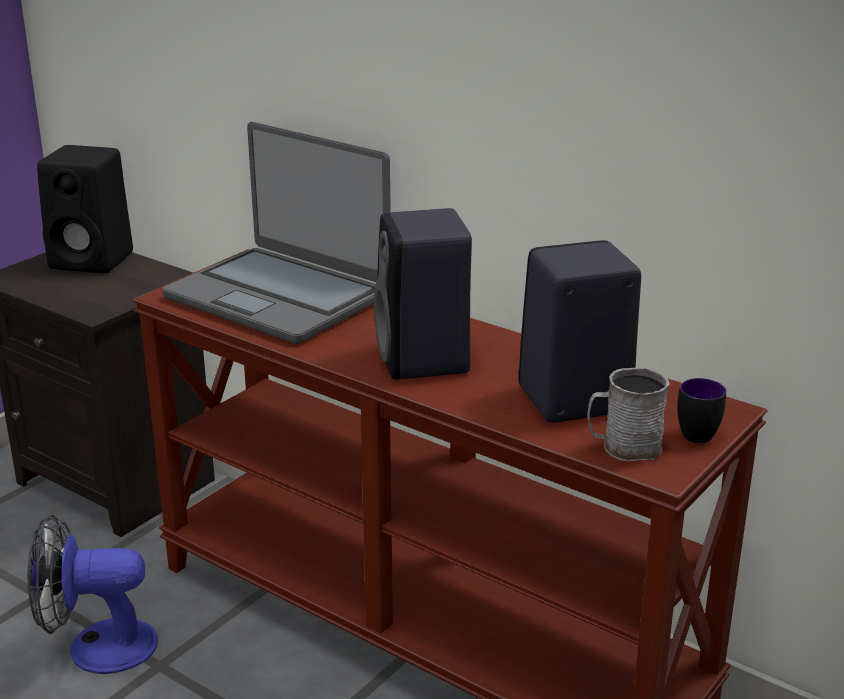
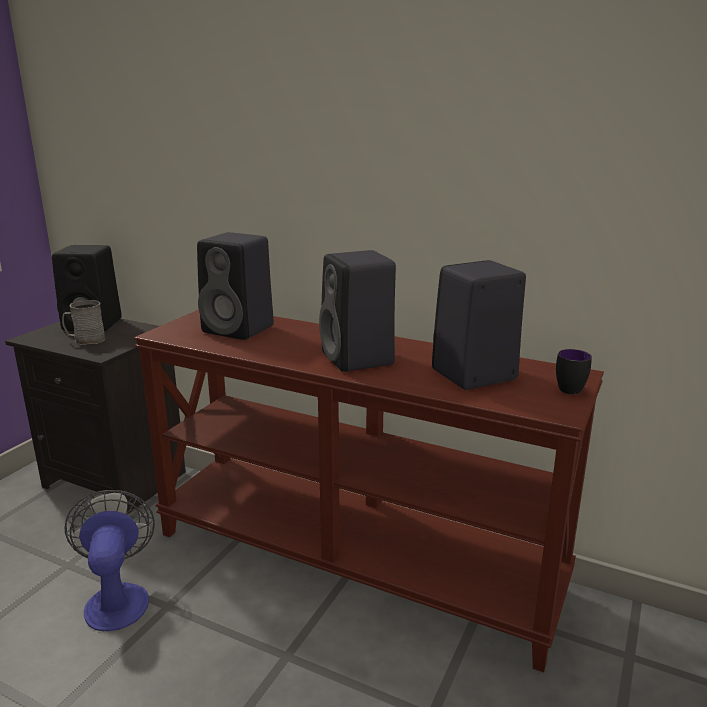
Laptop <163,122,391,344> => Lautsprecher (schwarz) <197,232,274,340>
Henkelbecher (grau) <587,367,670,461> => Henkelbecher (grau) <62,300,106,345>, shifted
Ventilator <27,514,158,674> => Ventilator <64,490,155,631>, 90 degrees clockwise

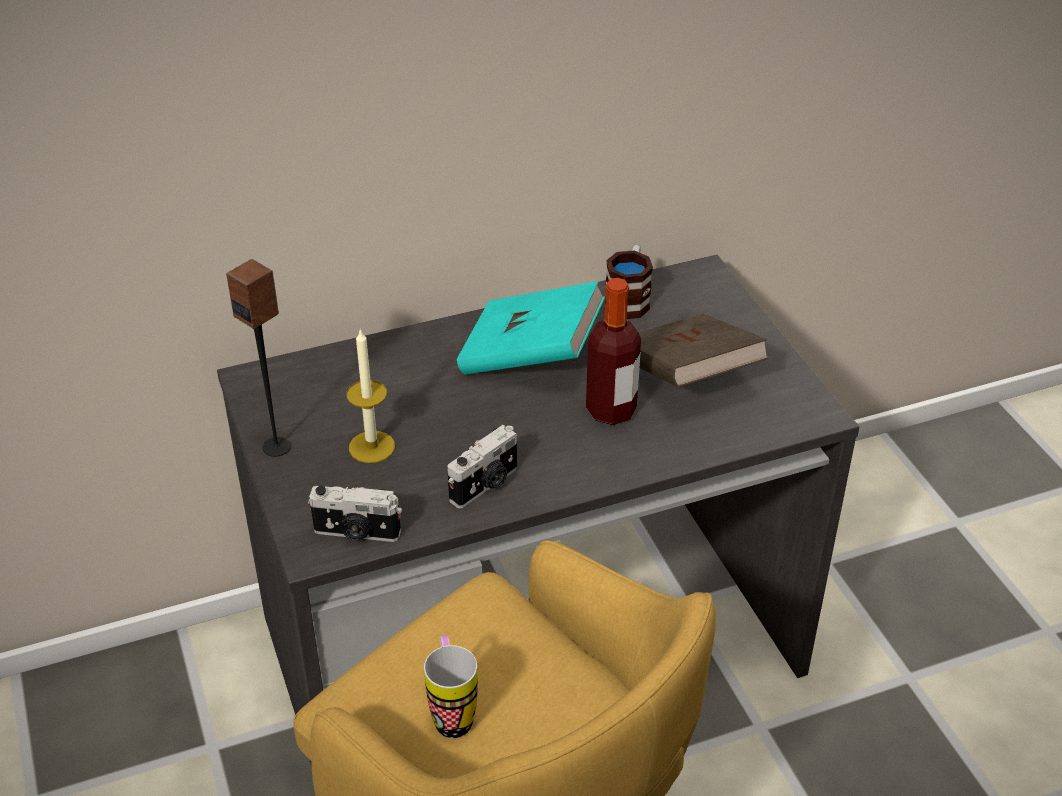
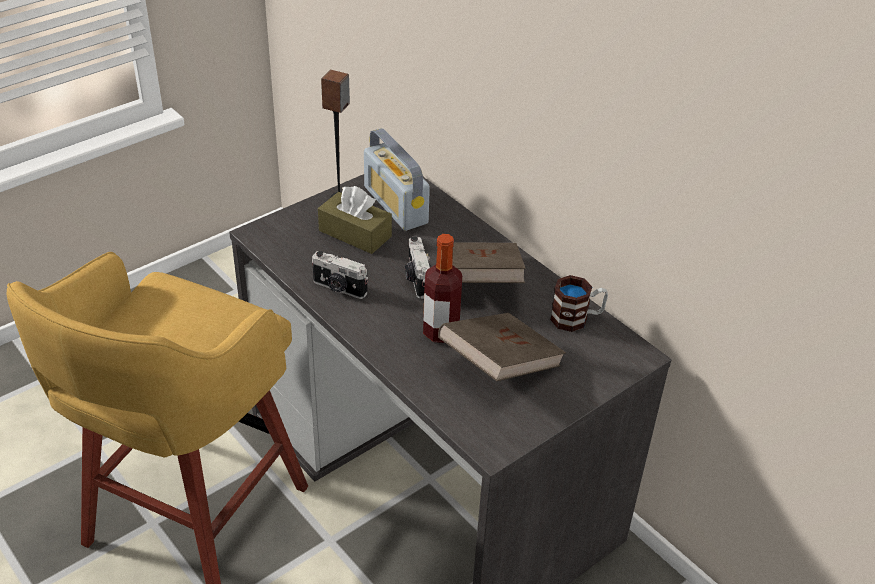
Buch (türkis) <457,281,605,375> => Buch (braun) <452,242,526,283>
Kerze <346,329,395,463> => Taschentuchbox (braun) <318,186,392,254>
Kamera <308,486,402,542> => Kamera <405,236,431,299>, shifted
Henkelbecher <424,635,478,738> => nothing
nothing => Radio <364,128,430,231>

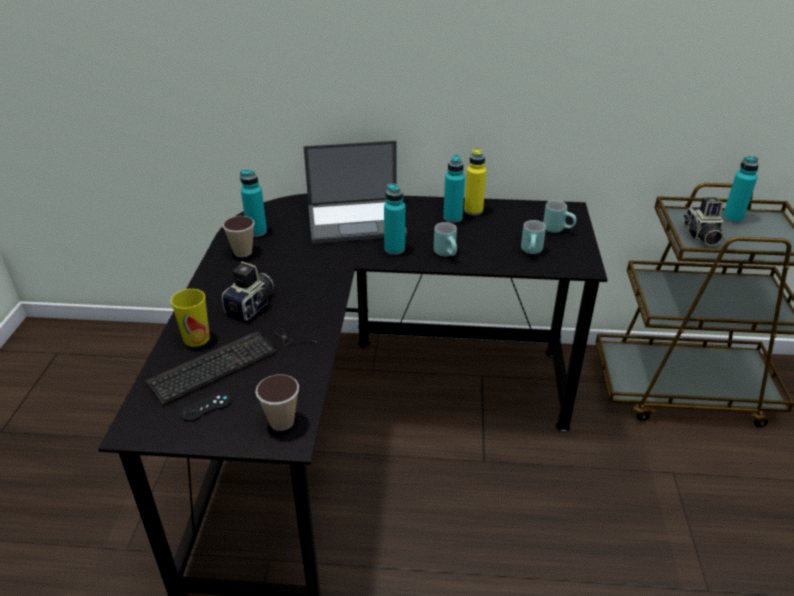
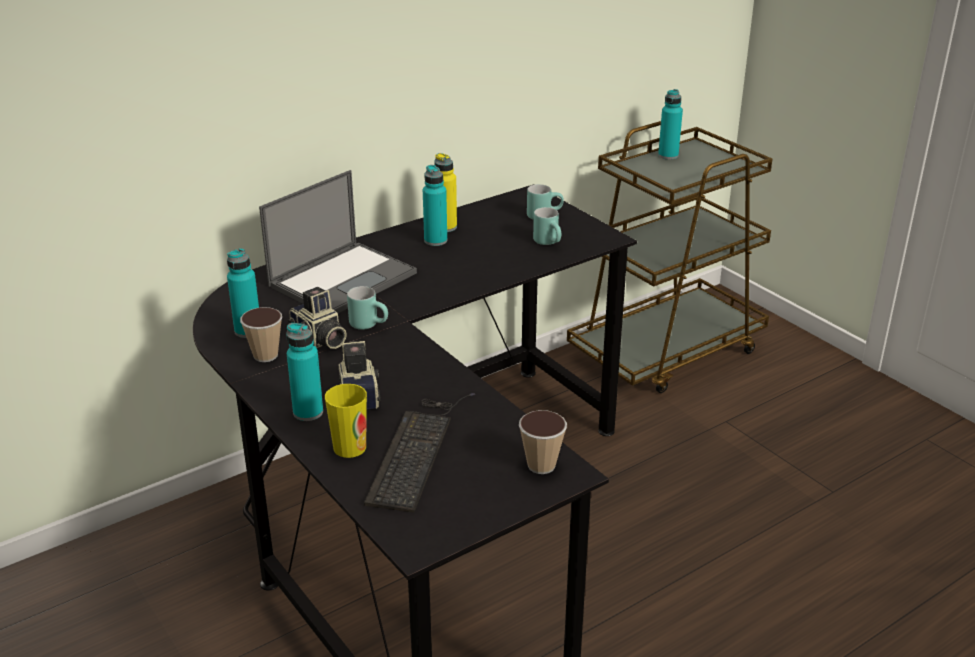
Flasche (türkis) <384,183,405,255> => Flasche (türkis) <286,323,323,421>, shifted
Kamera <684,197,724,246> => Kamera <288,287,347,349>, shifted
Henkelbecher (türkis) <434,222,457,257> => Henkelbecher (türkis) <347,286,388,330>, shifted
Gamepad (schwarz) <180,392,231,421> => nothing

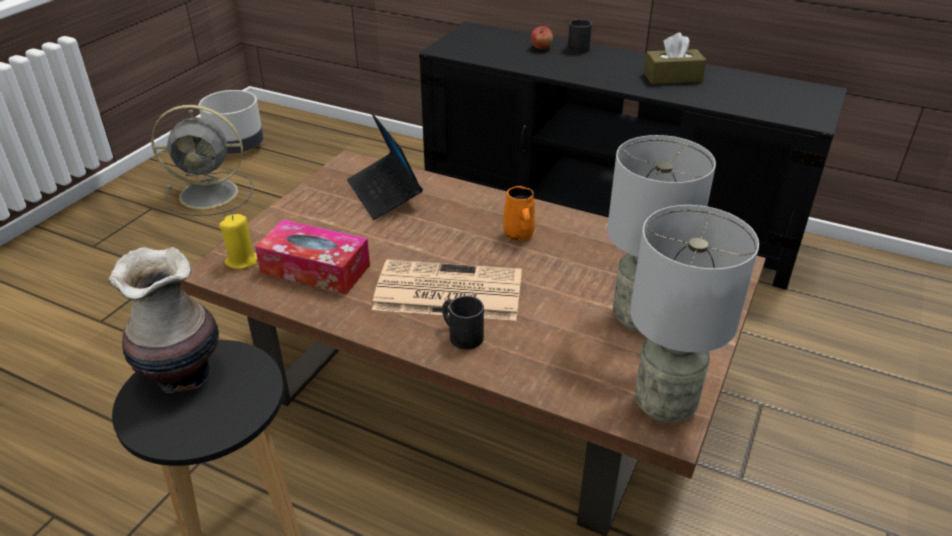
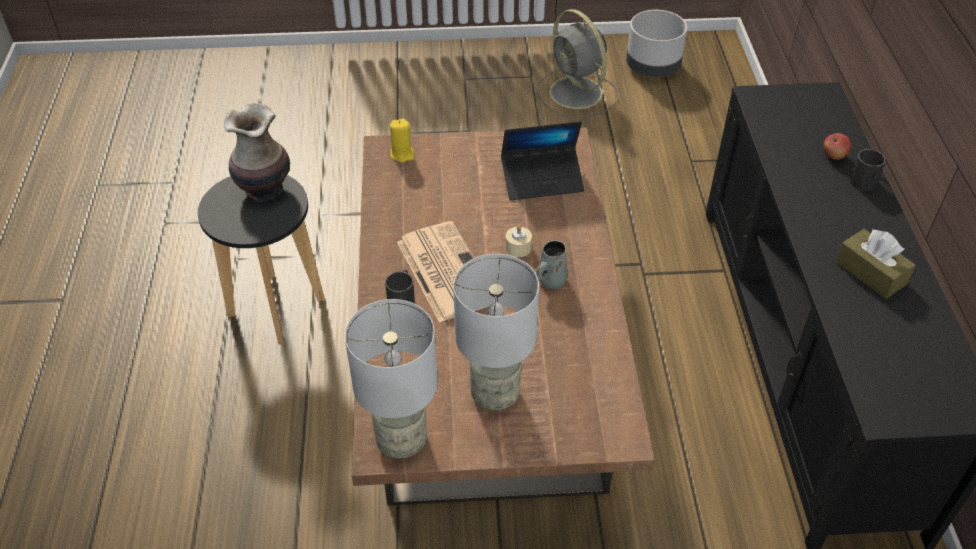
Laptop <347,112,423,220> => Laptop <501,121,584,200>, 135 degrees counterclockwise
Henkelbecher (orange) <503,186,535,241> => Henkelbecher (grau) <536,240,567,289>
Taschentuchbox <255,220,370,295> => nothing
nothing => Kerze (beige) <505,225,532,257>

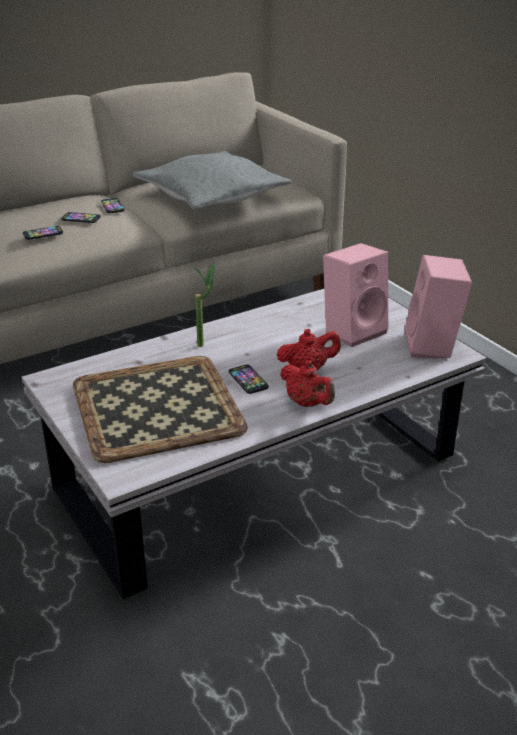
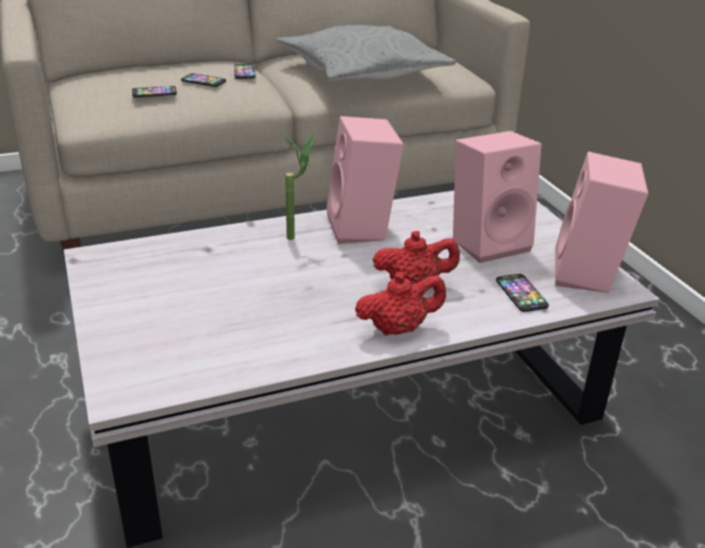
Tablett <73,356,248,463> => nothing
Teekanne (rot) <280,360,335,407> => Teekanne (rot) <355,272,446,336>, 75 degrees counterclockwise
Handy <229,365,269,394> => Handy <496,274,549,312>, shifted
nothing => Lautsprecher (rosa) <326,116,404,244>

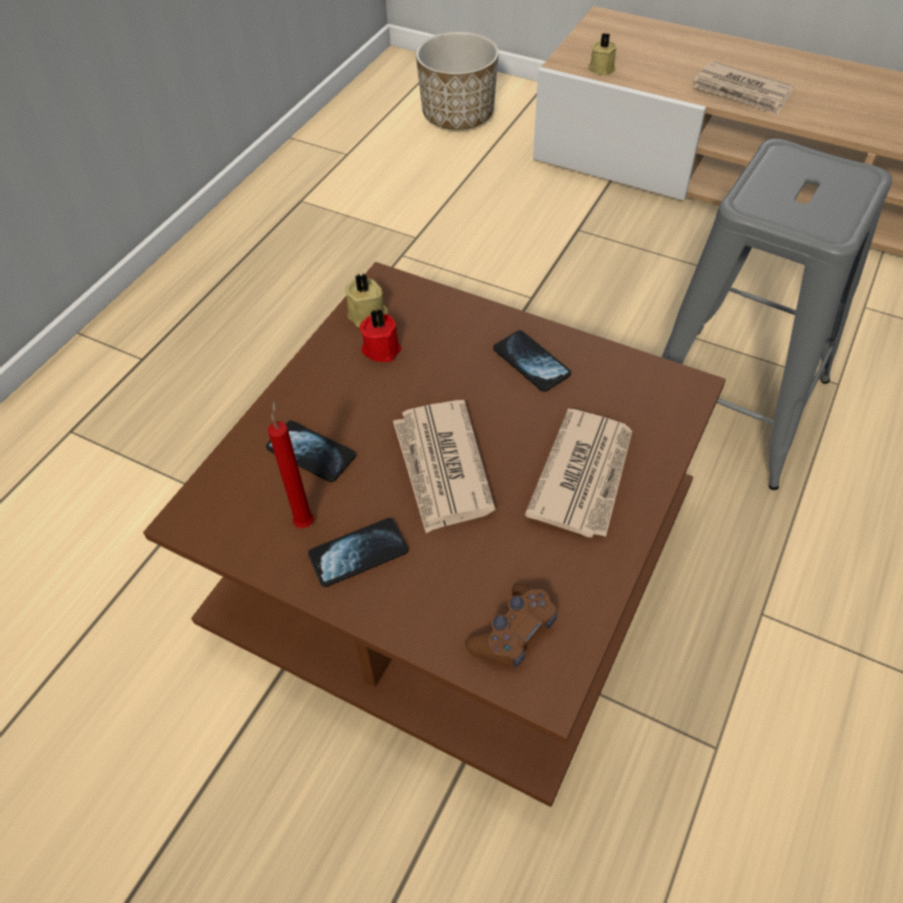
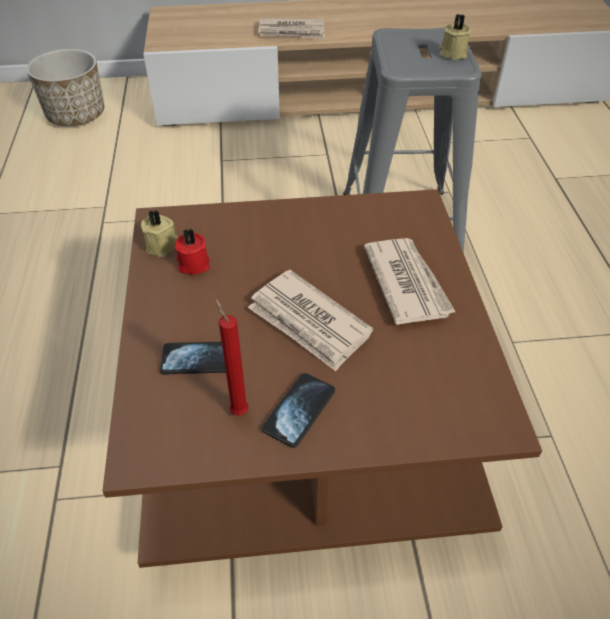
Kerze (beige) <588,33,616,76> => Kerze (beige) <439,14,471,59>, shifted
Handy <493,330,571,392> => nothing
Gamepad (braun) <465,583,557,667> => nothing

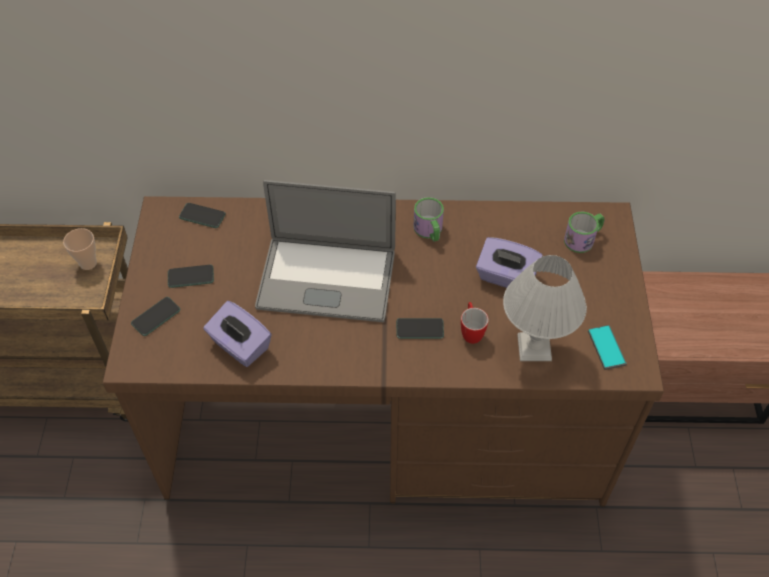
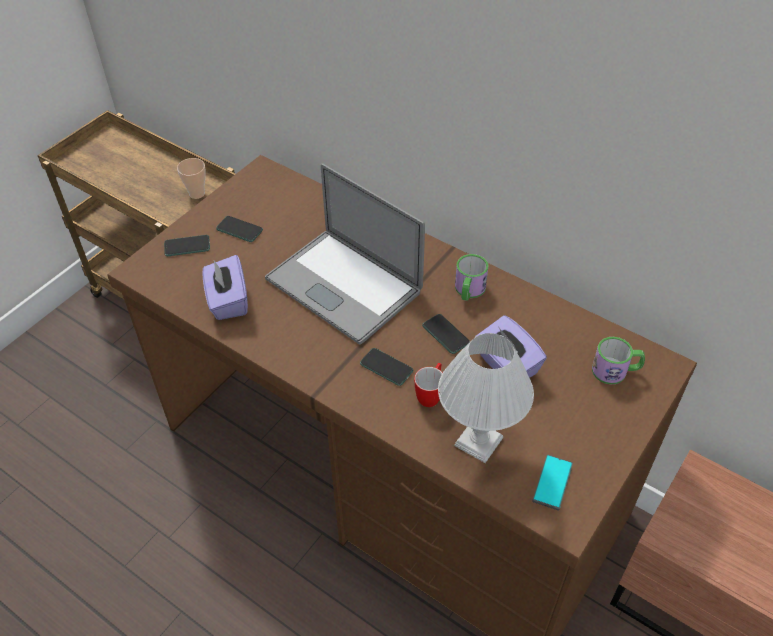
Handy <179,203,226,228> => Handy <422,314,470,354>, shifted

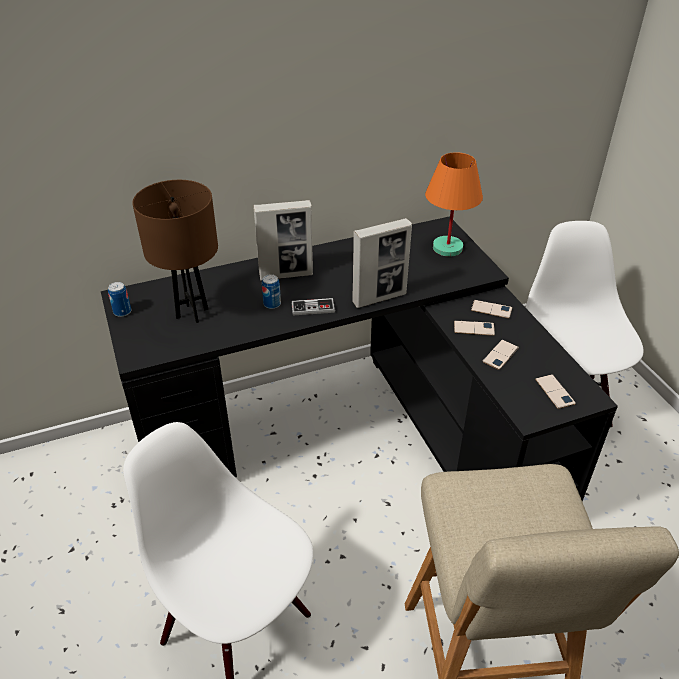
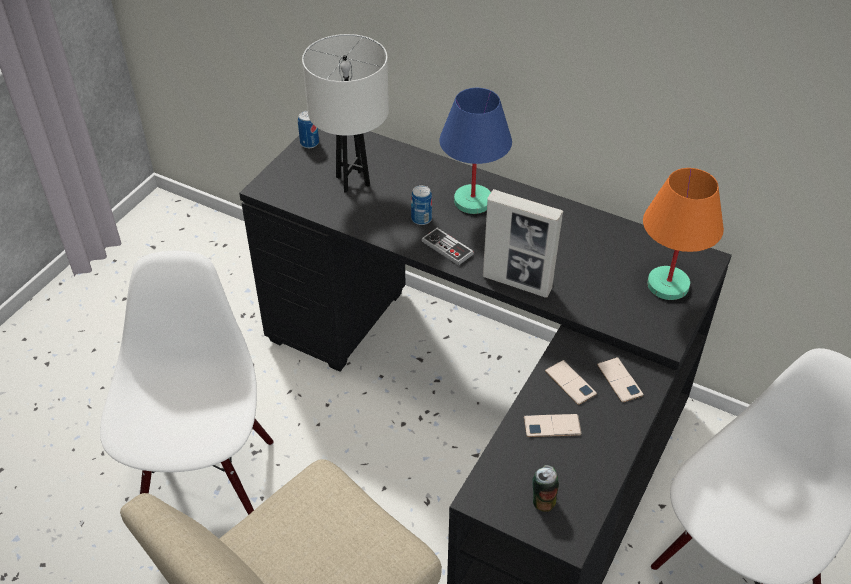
Tischlampe (braun) <132,180,218,323> => Tischlampe (weiß) <302,34,389,193>
Bilderrahmen <253,200,313,281> => Tischlampe (blau) <439,88,512,214>
Handy <535,374,576,409> => Dose <532,465,559,512>

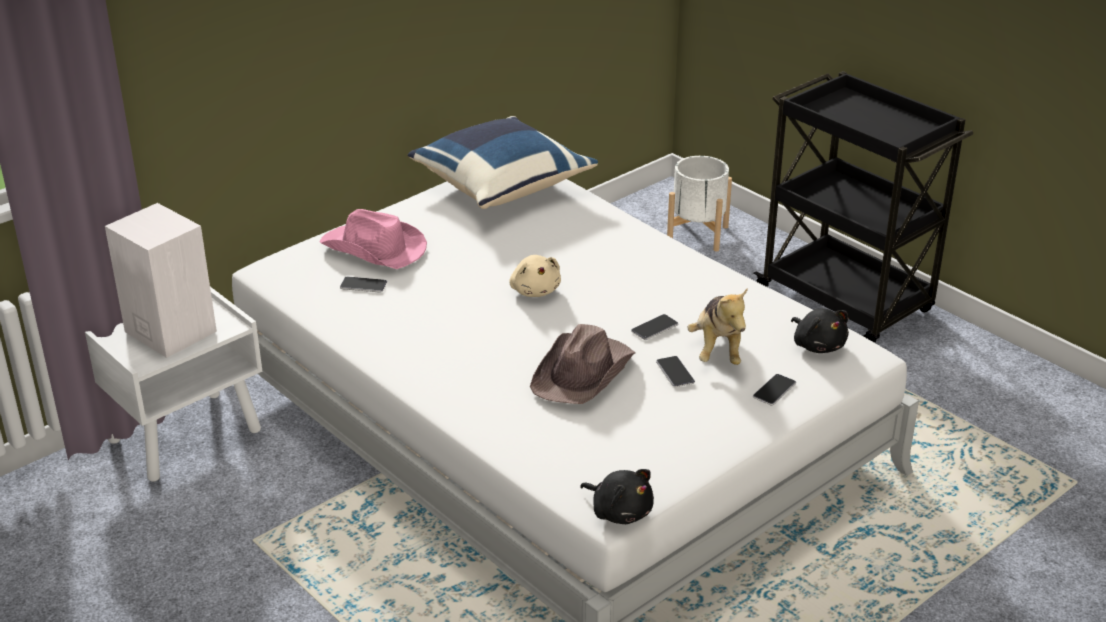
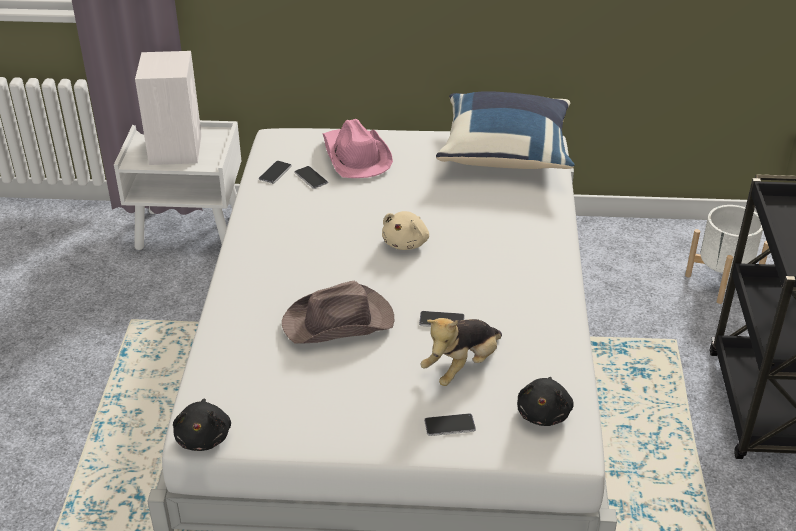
Handy <656,356,695,387> => Handy <259,161,292,184>, shifted

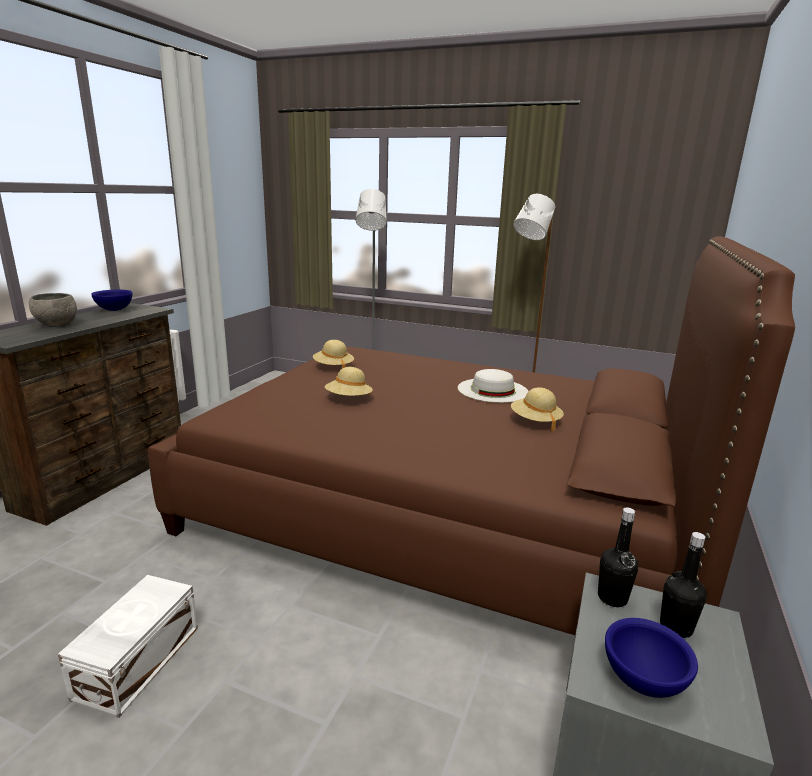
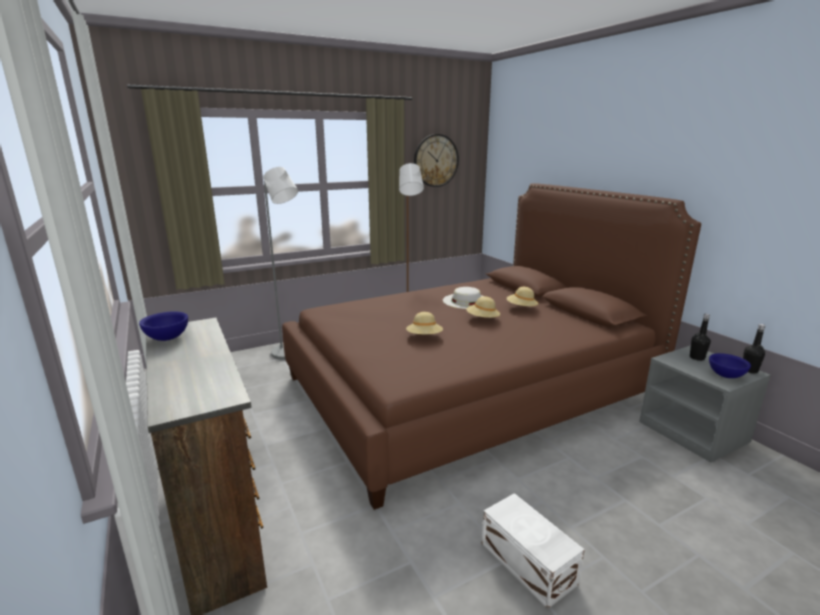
Schüssel (grau) <29,293,77,327> => nothing
Hut (beige) <313,340,354,368> => Hut (beige) <467,296,500,318>, shifted
Flasche (schwarz) <598,508,638,607> => Flasche (schwarz) <743,324,765,374>, shifted
nothing => Wanduhr <414,134,459,187>

